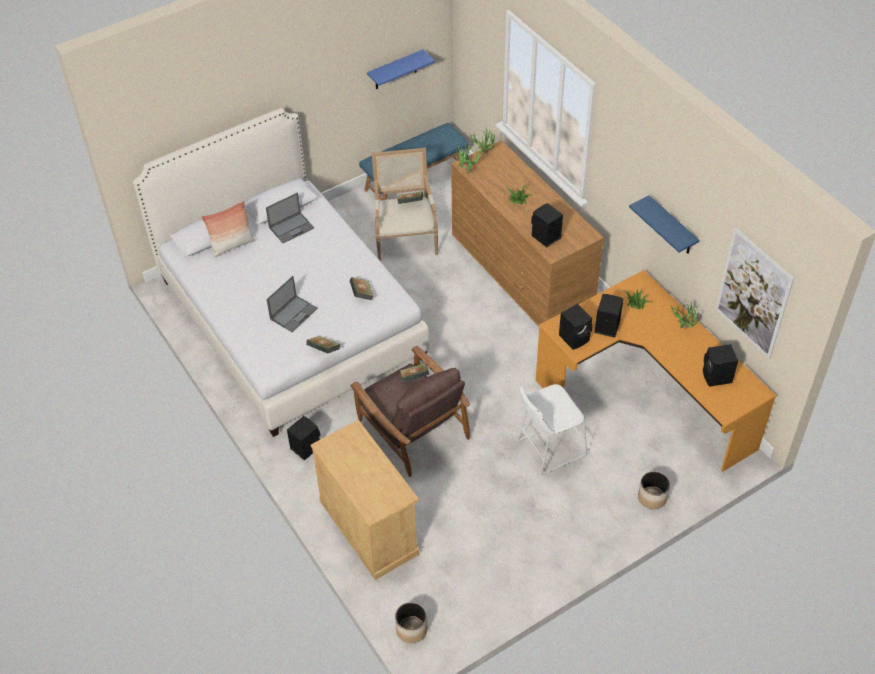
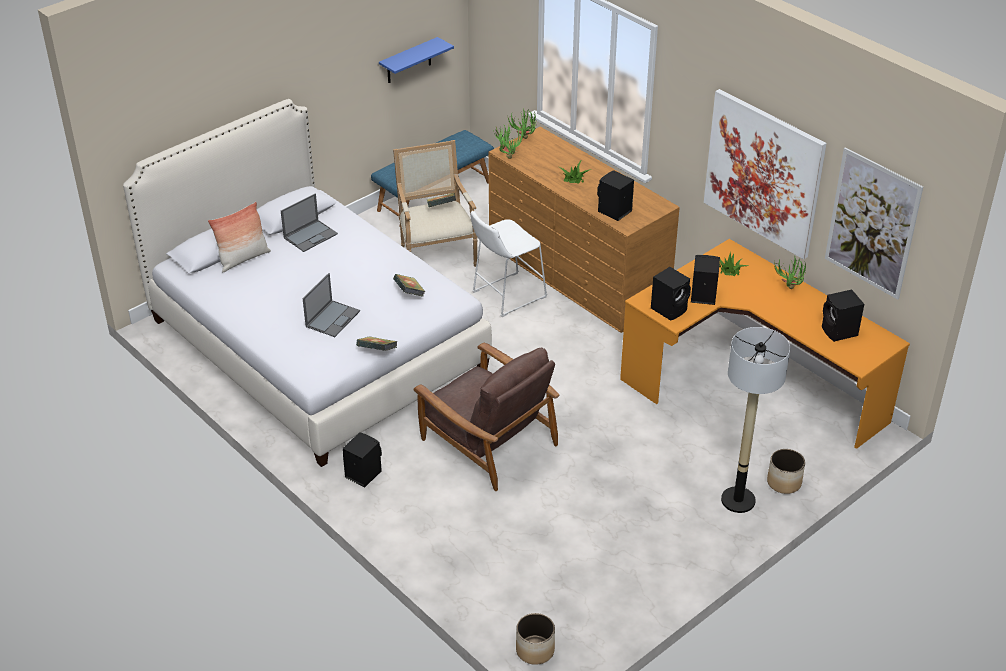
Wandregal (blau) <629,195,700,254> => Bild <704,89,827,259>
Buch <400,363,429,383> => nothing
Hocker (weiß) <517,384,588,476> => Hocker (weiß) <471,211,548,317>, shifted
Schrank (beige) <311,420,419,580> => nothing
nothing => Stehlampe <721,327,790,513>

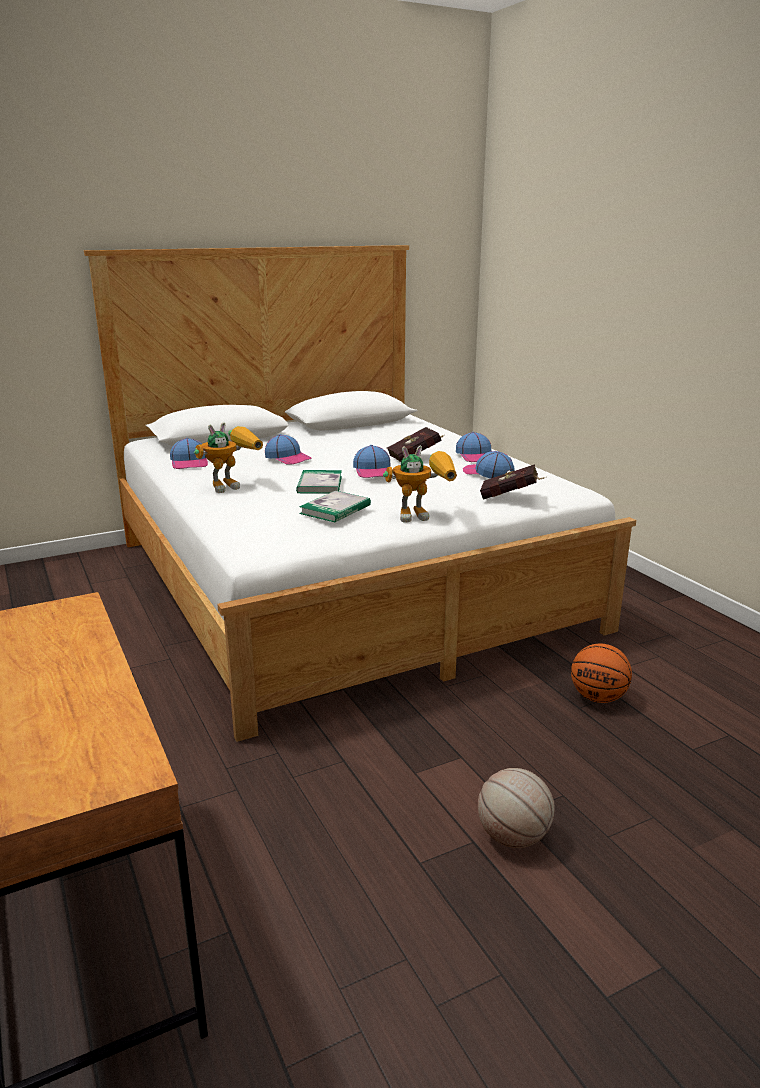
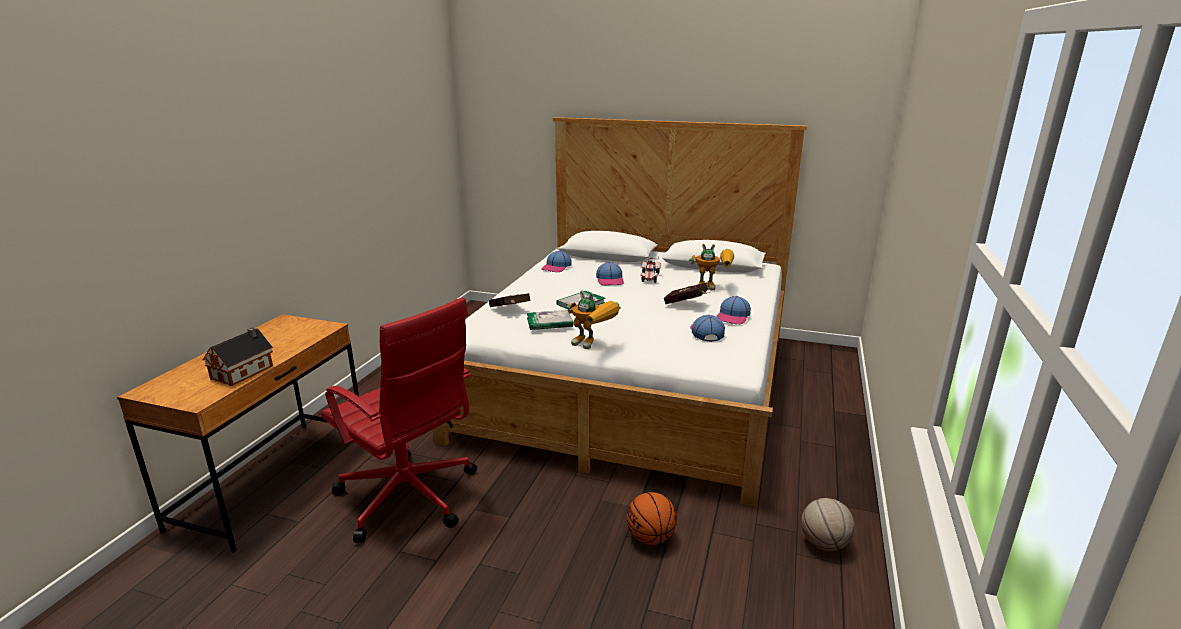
Spielzeugroboter <194,422,263,493> => Spielzeugroboter <689,244,734,290>, shifted
Kappe <353,445,393,478> => nothing
Buch (rot) <480,464,545,500> => Buch (rot) <489,293,531,307>, shifted
Basketball <478,768,555,848> => Basketball <801,498,855,551>, shifted
nothing => Spielzeugauto <641,257,661,283>
nothing => Bürostuhl (rot) <321,297,477,543>
nothing => Spielzeughaus <203,327,273,386>

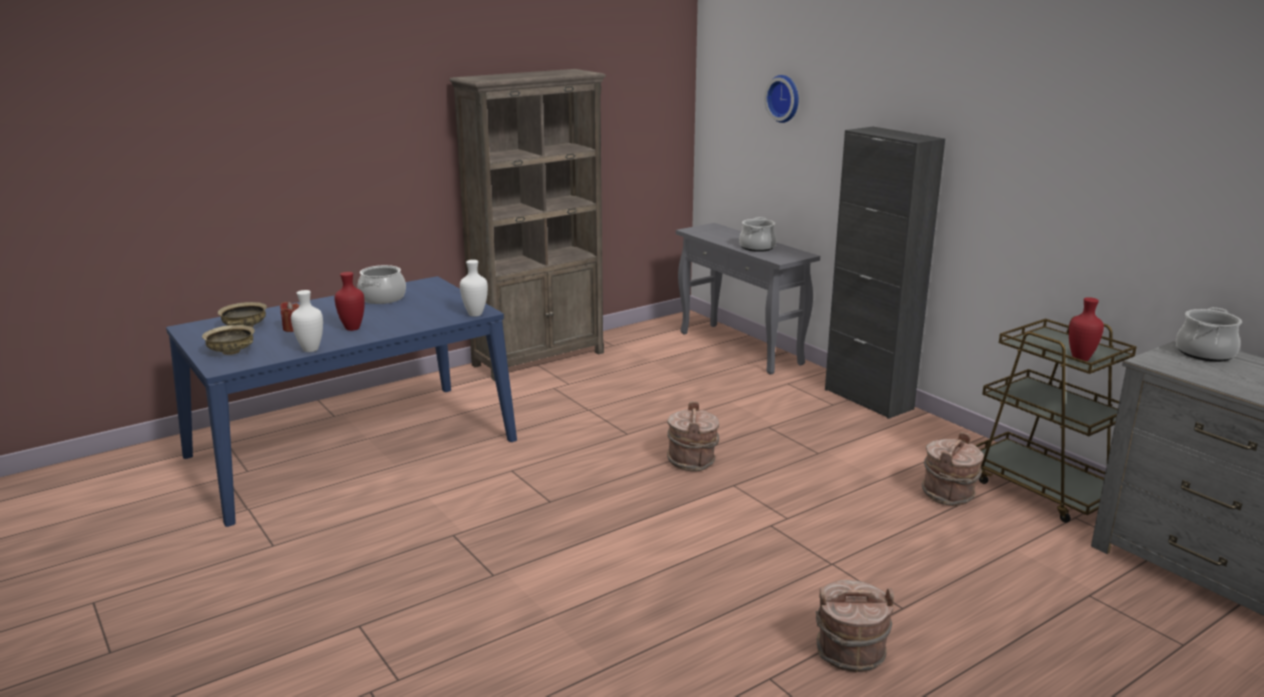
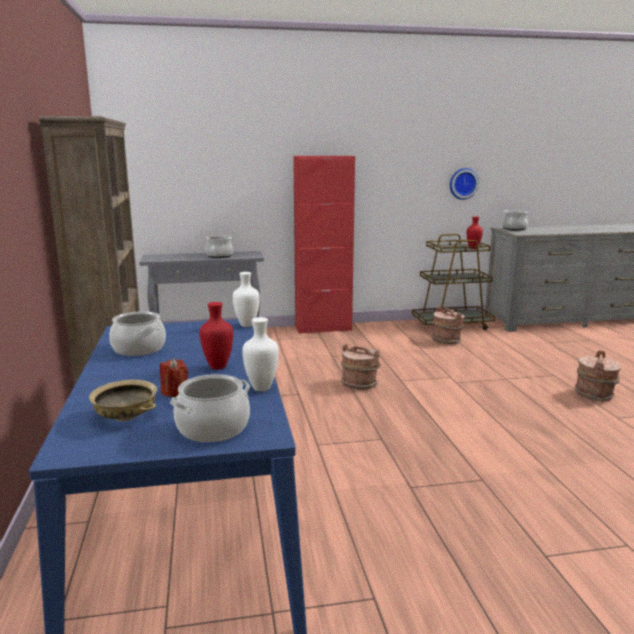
Wanduhr <764,75,799,123> => Wanduhr <450,168,479,200>, shifted
Schrank (schwarz) <825,127,945,419> => Schrank (rot) <293,156,355,334>
Schüssel (beige) <202,325,255,355> => Kochtopf <170,374,250,442>

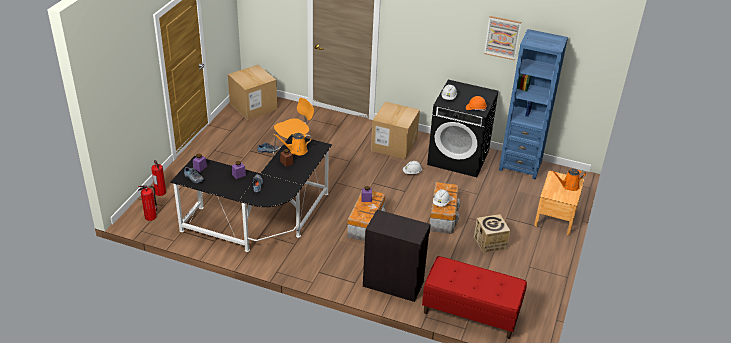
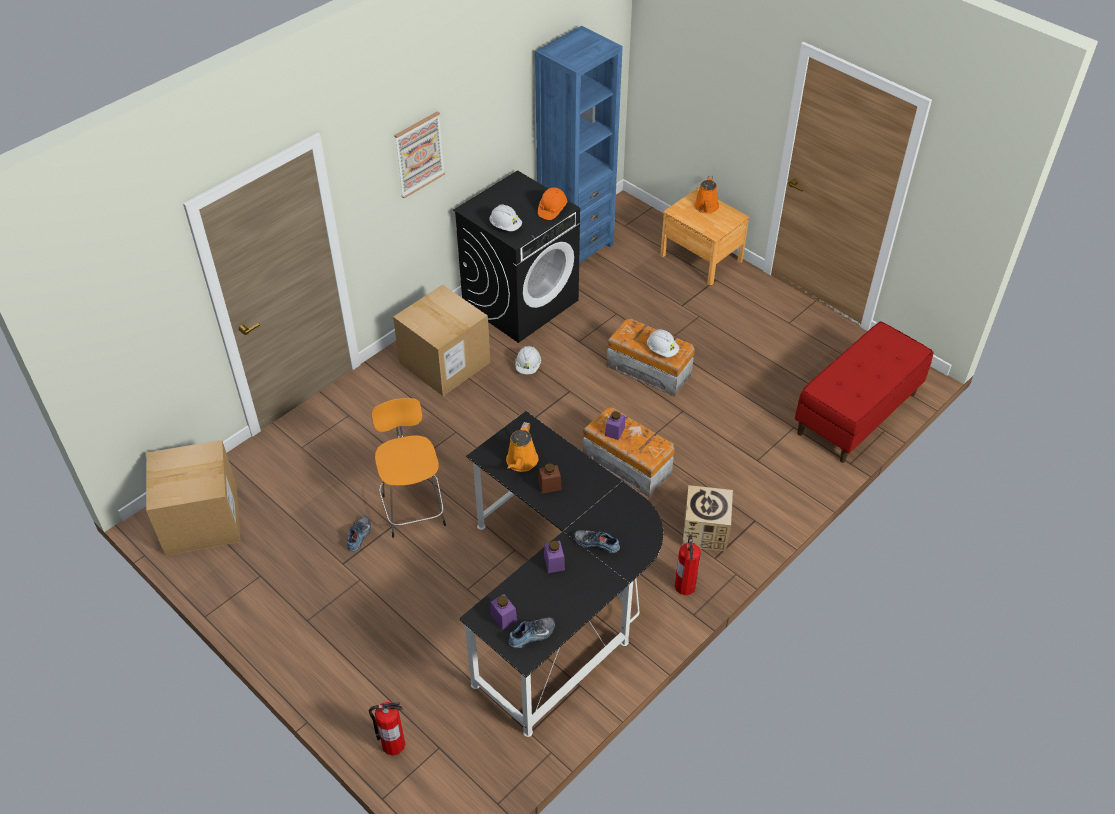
Bild <484,16,521,60> => Bild <394,111,445,198>, shifted
Feuerlöscher <138,185,158,221> => Feuerlöscher <675,535,701,595>, shifted
Schrank (schwarz) <363,210,431,302> => nothing
Karton <474,214,510,253> => Karton <682,485,733,551>, shifted

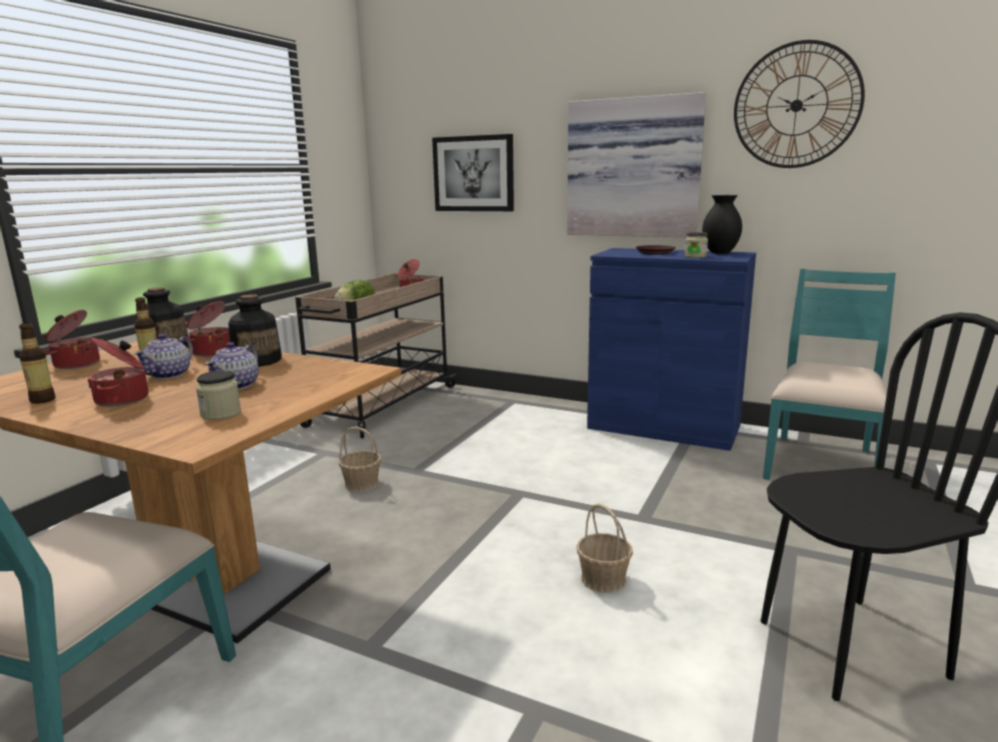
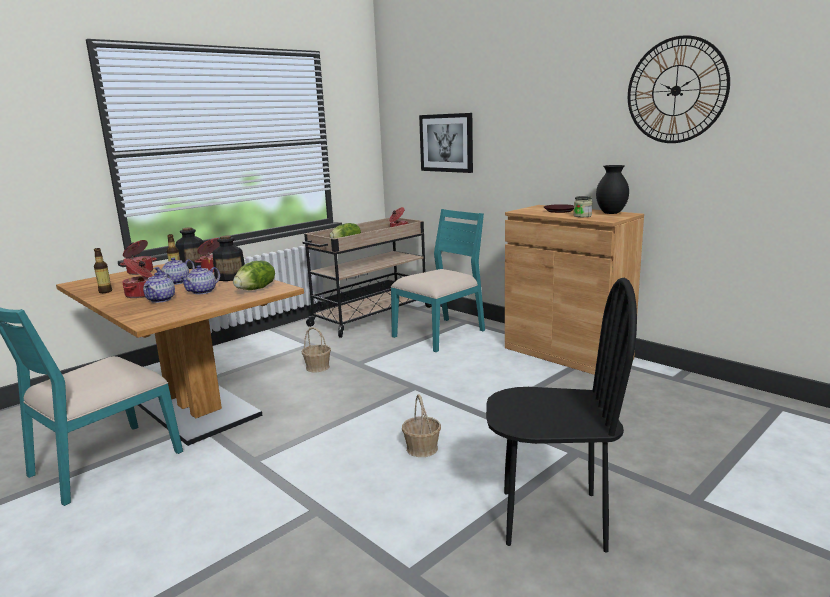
Bild <567,92,706,237> => nothing
Schrank (blau) <587,248,756,451> => Schrank (braun) <505,205,644,375>
Stuhl (türkis) <763,269,896,480> => Stuhl (türkis) <391,209,485,352>, shifted
Vorratsglas <196,370,241,420> => nothing
nothing => Salatkopf <233,261,275,290>
nothing => Teekanne <143,272,175,303>

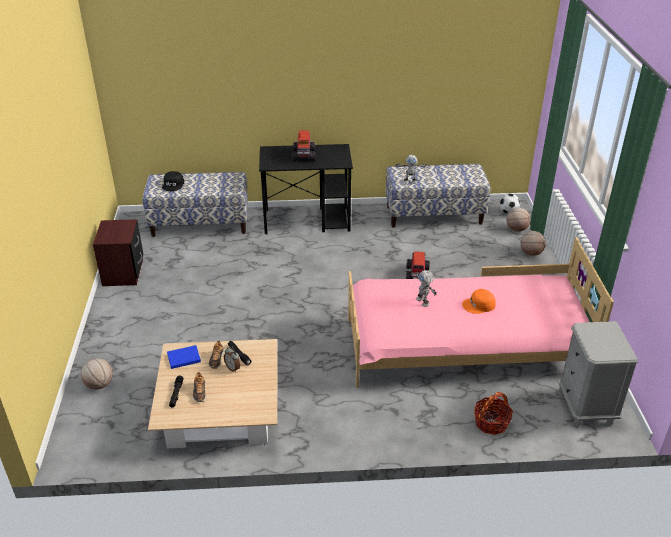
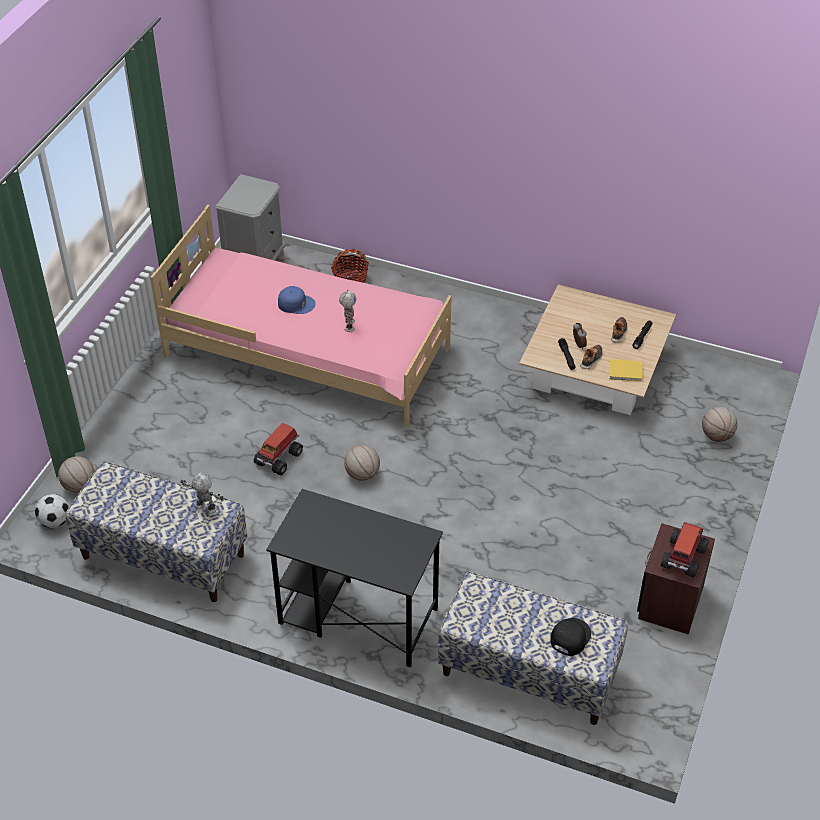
Spielzeuglaster <293,130,315,161> => Spielzeuglaster <661,522,709,578>, shifted
Basketball <520,231,546,256> => Basketball <344,445,380,481>, shifted
Kappe (orange) <462,289,495,314> => Kappe (blau) <278,286,316,314>
Buch (blau) <167,345,201,369> => Buch (gelb) <609,359,643,382>

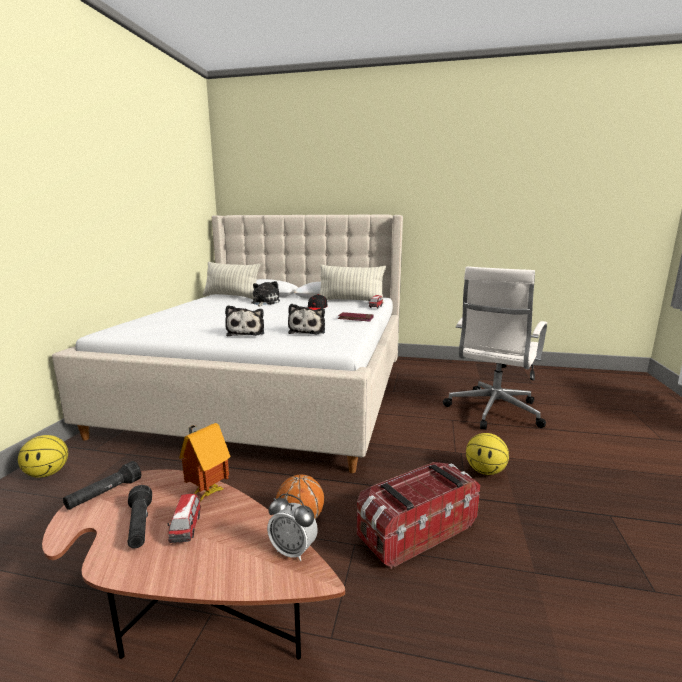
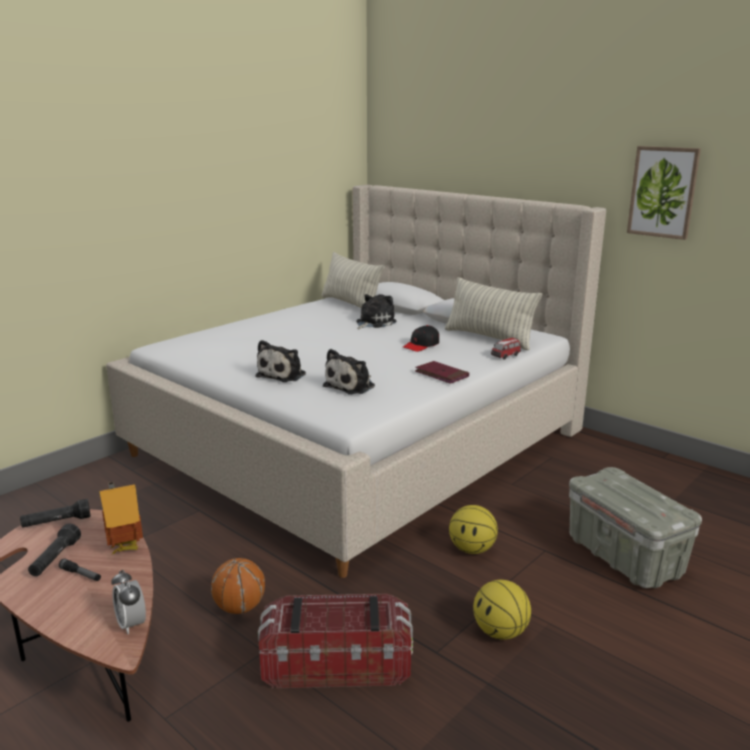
Bürostuhl (weiß) <443,266,547,430> => Aufbewahrungsbox (grau) <569,467,702,588>
Basketball <18,435,68,478> => Basketball <449,505,498,554>, shifted
Spielzeugauto <168,494,201,543> => Taschenlampe <59,558,101,581>
nothing => Bild <627,146,701,240>

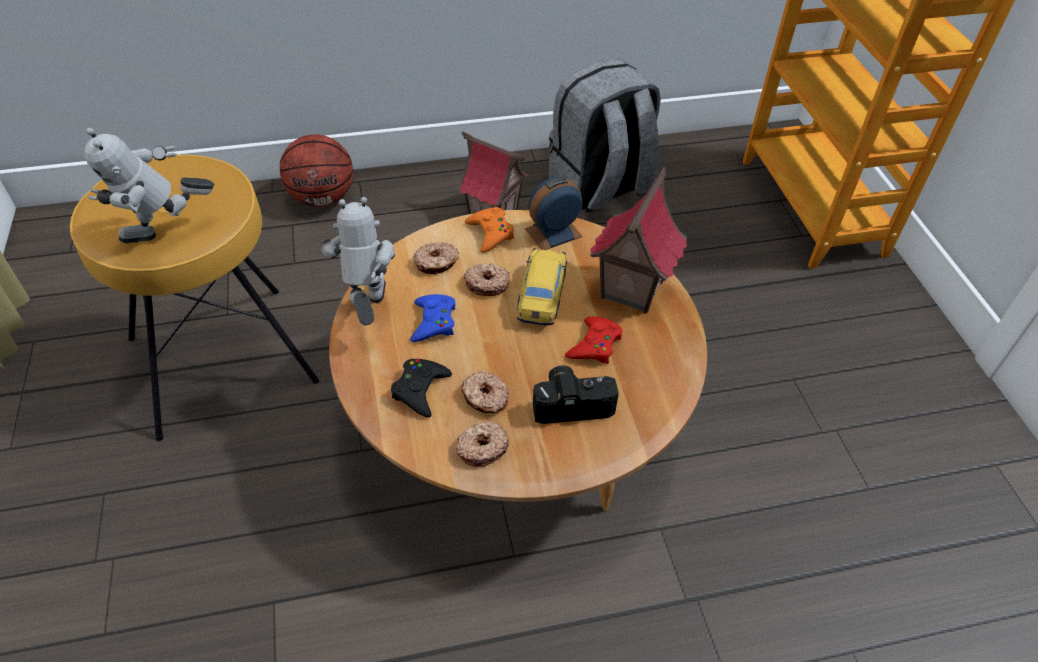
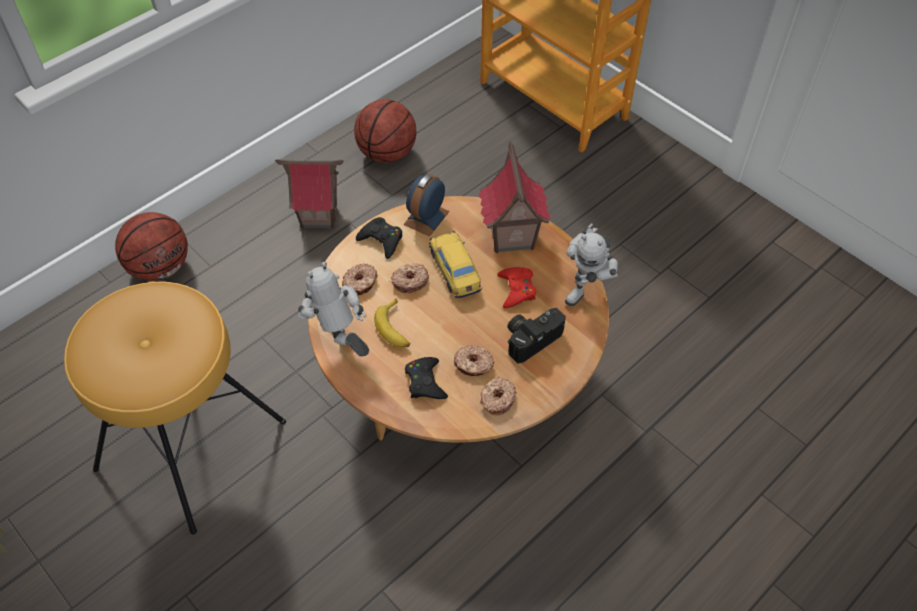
Rucksack (grau) <549,59,661,213> => Basketball <354,99,416,163>
Spielzeugroboter <84,128,214,243> => Spielzeugroboter <565,223,618,306>, shifted
Gamepad (orange) <465,207,514,253> => Gamepad (schwarz) <356,217,402,259>
Gamepad (blau) <410,294,456,342> => Banane <374,298,410,347>

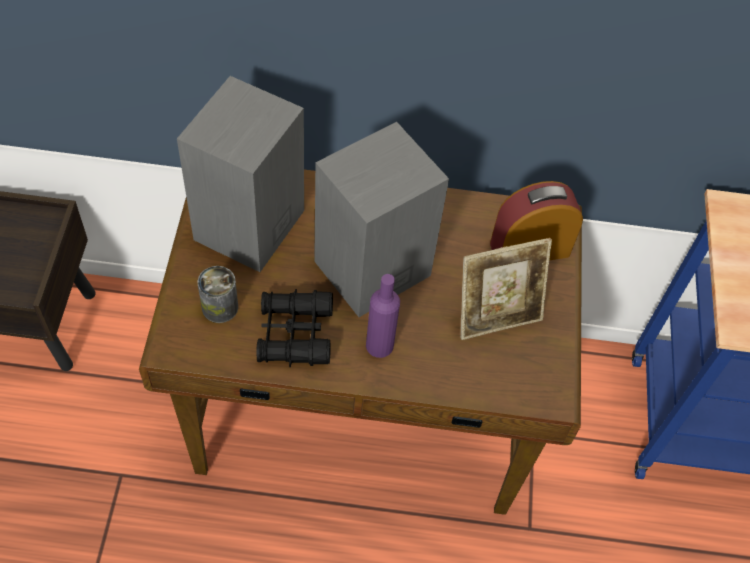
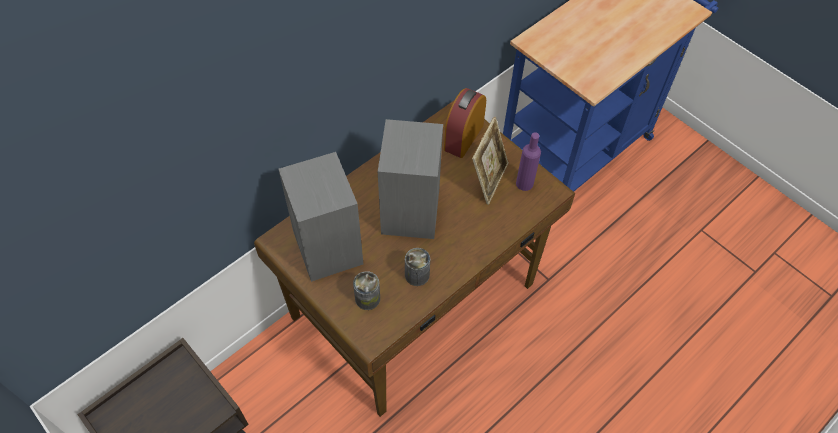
Flasche (lila) <366,274,400,358> => Flasche (lila) <516,132,541,191>, shifted
Fernglas (schwarz) <256,289,333,367> => Dose <405,248,430,286>

